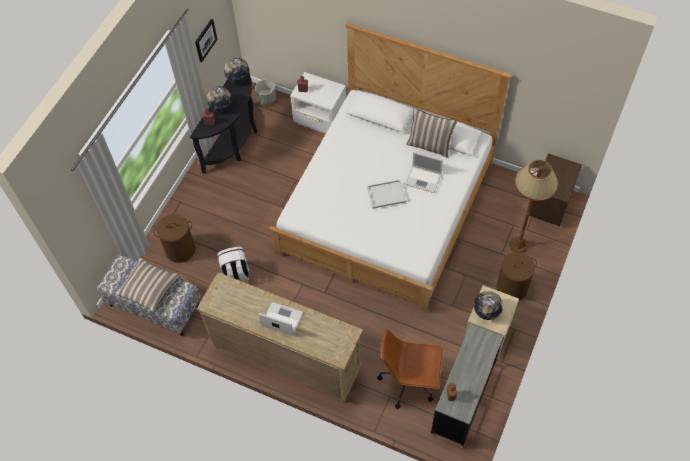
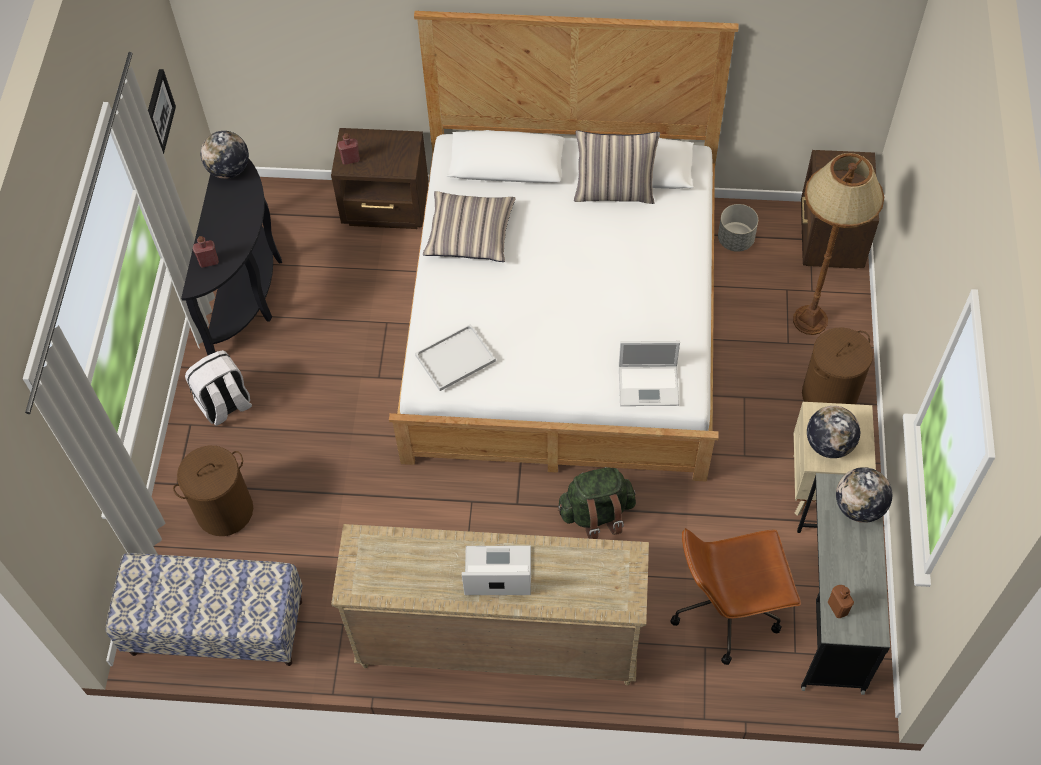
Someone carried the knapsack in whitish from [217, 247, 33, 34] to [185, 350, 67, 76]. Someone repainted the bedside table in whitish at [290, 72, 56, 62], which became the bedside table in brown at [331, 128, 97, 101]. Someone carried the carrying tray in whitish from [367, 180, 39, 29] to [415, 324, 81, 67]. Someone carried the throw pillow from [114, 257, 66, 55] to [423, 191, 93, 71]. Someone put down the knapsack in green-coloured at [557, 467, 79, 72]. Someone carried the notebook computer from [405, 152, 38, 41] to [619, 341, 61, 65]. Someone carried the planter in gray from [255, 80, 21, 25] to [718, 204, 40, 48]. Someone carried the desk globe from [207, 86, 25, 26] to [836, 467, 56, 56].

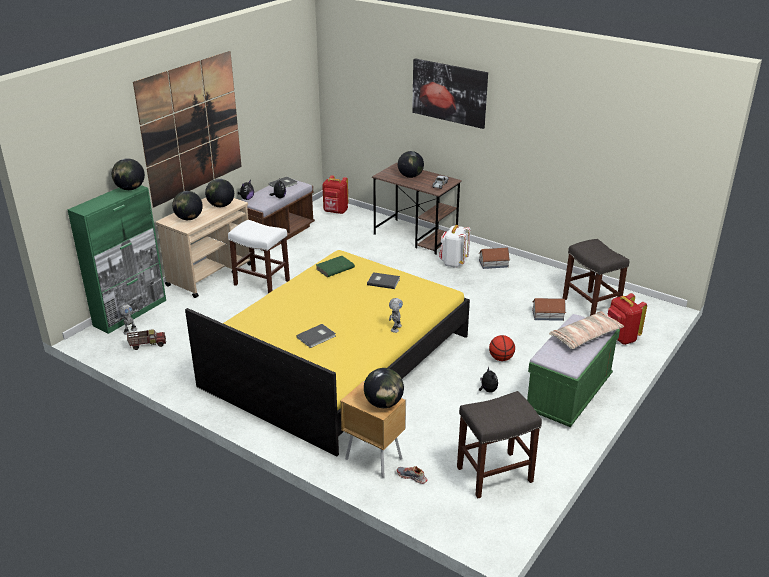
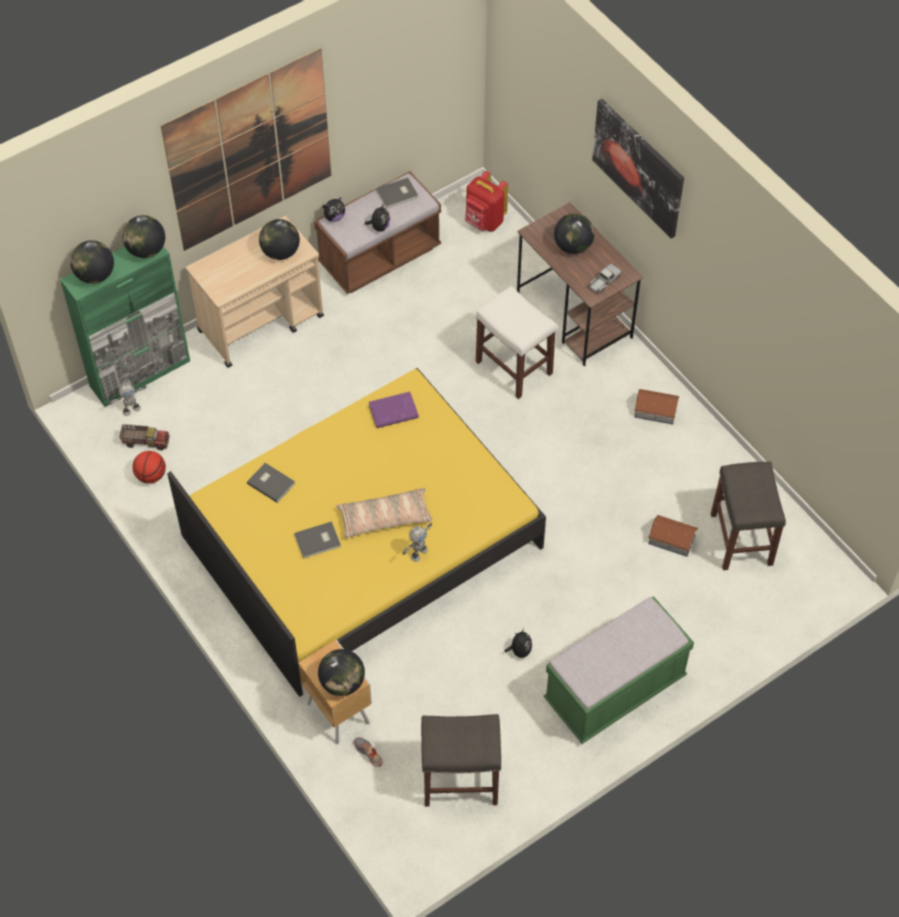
Someone carried the desk globe from [172, 191, 31, 29] to [70, 240, 44, 44]. Someone carried the basketball ball from [489, 335, 26, 26] to [132, 451, 34, 33]. Someone carried the bound book in gray from [367, 272, 33, 17] to [247, 463, 48, 40]. Someone carried the throw pillow from [549, 311, 75, 38] to [336, 488, 96, 50]. Someone repainted the bound book in green-coloured at [316, 256, 39, 21], which became the bound book in purplish at [369, 392, 50, 36]. Someone carried the stool in whitish from [228, 220, 62, 74] to [476, 286, 81, 113]. Someone took away the knapsack in whitish at [439, 225, 31, 43]. Someone took away the knapsack in reddish at [608, 293, 39, 52].

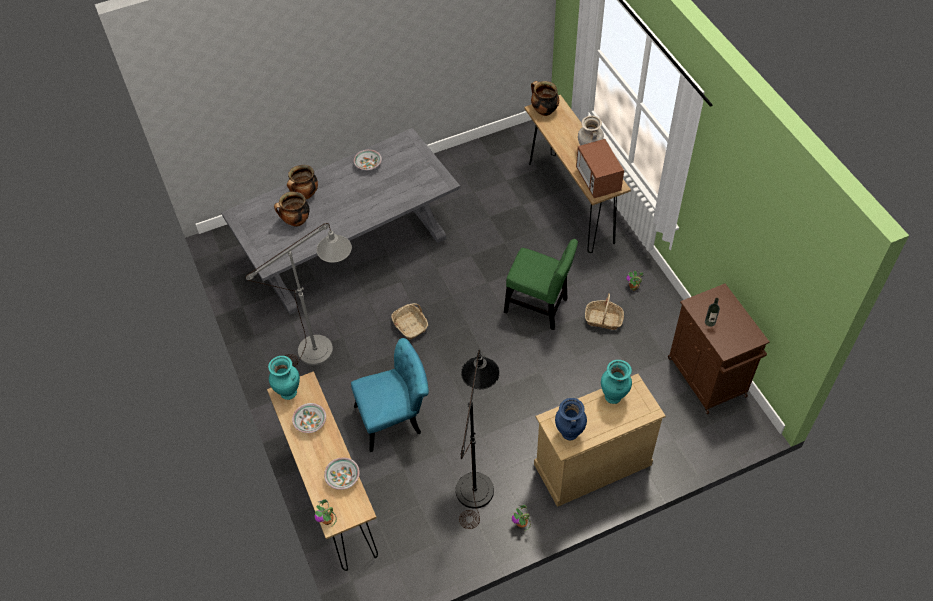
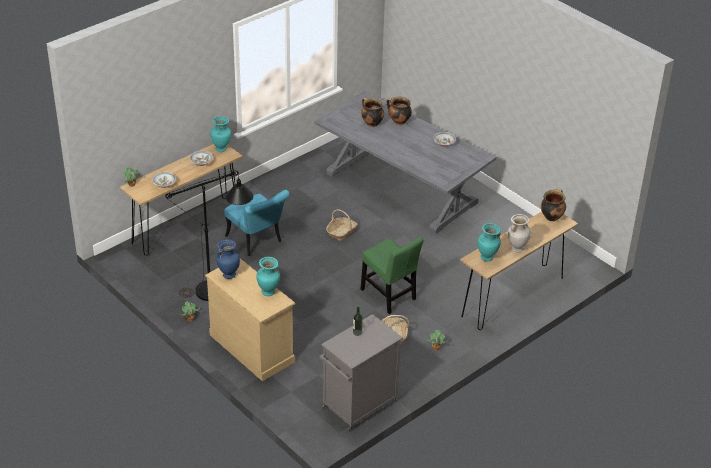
Someone repainted the cupboard in brown at [668, 284, 102, 130], which became the cupboard in gray at [320, 314, 83, 117]. Someone rotated the plain chair in green-coloured at [504, 239, 74, 91] by 45 degrees counterclockwise. Someone swapped the kitchen microwave at [576, 139, 48, 59] for the decorative vase in turquoise-coloured at [478, 223, 23, 38]. Someone took away the floor lamp in gray at [246, 223, 106, 144].

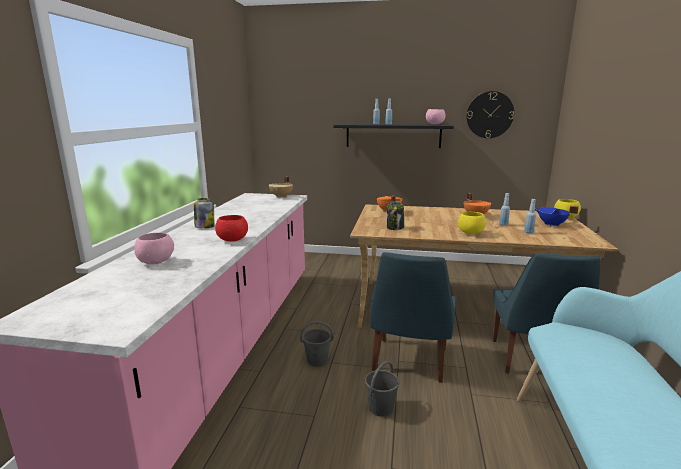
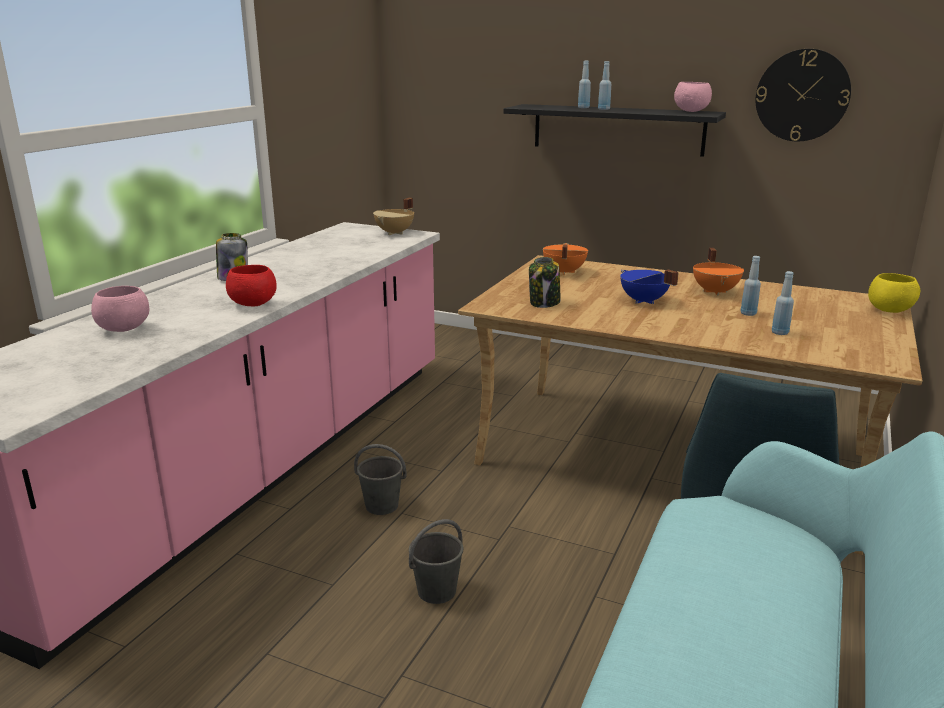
Someone carried the saucepot in blue from [535, 206, 44, 20] to [620, 270, 59, 34]. Someone took away the plain chair in blue at [370, 252, 86, 131]. Someone took away the bowl in yellow at [458, 212, 28, 22].

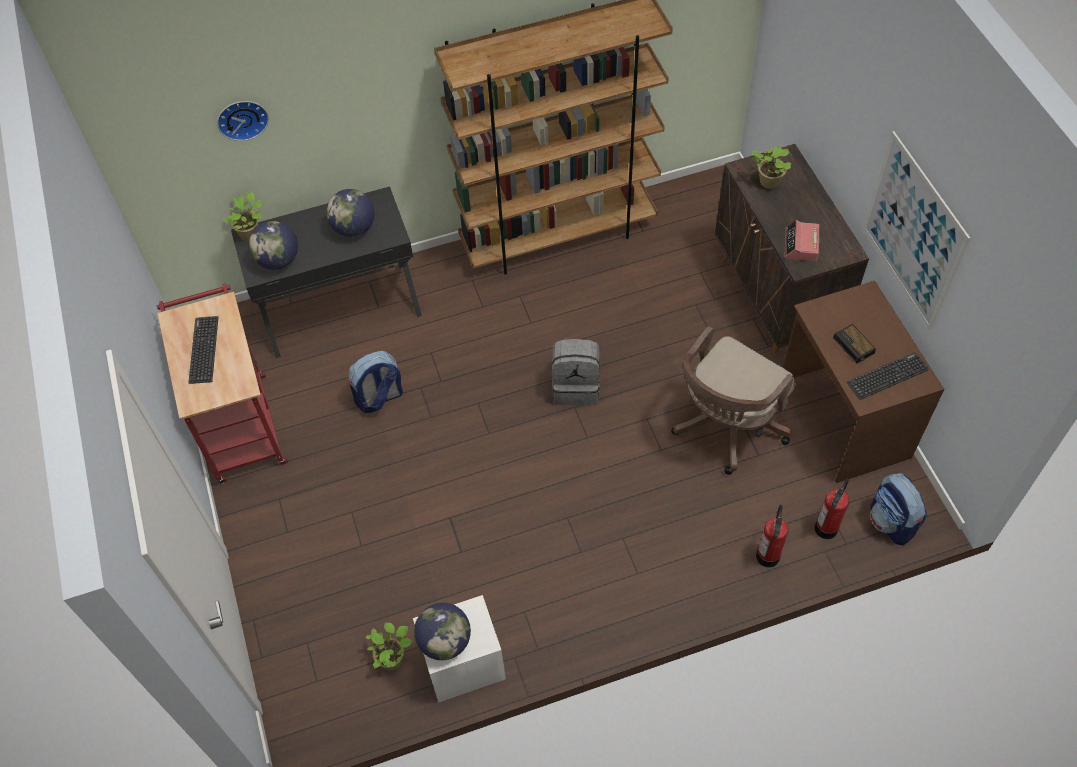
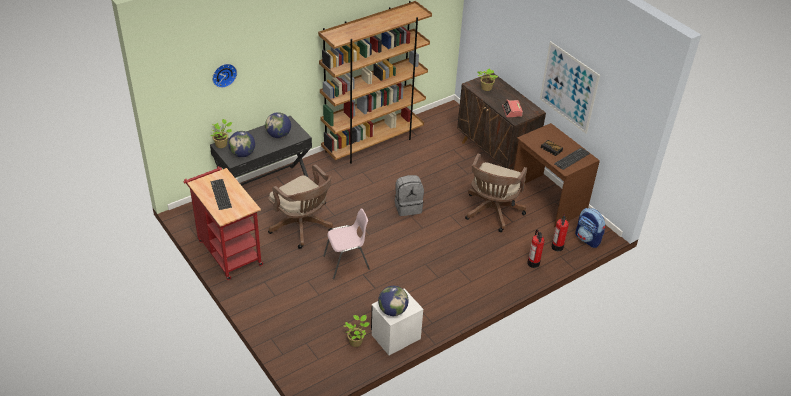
Someone swapped the knapsack at [349, 351, 54, 62] for the computer chair in brown at [268, 164, 65, 85]. Someone put down the plain chair in pinkish at [323, 209, 47, 70].

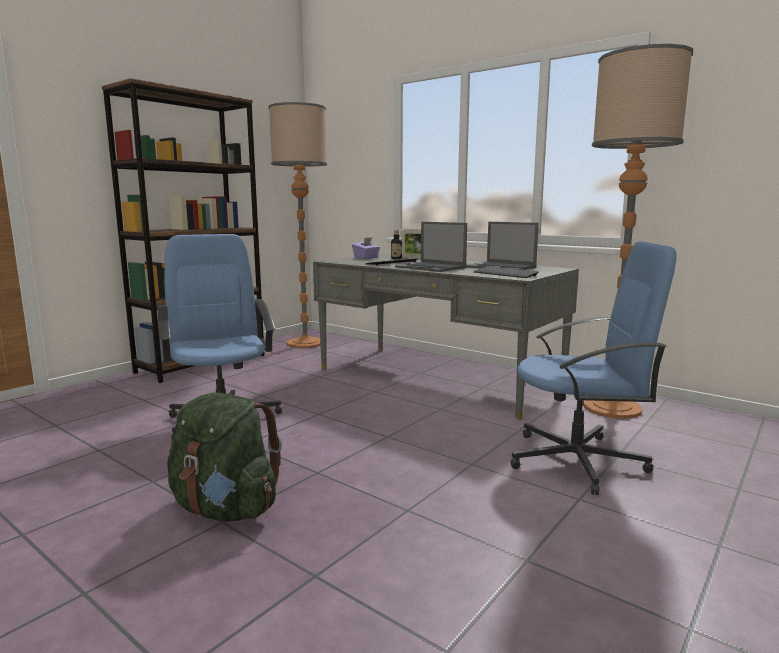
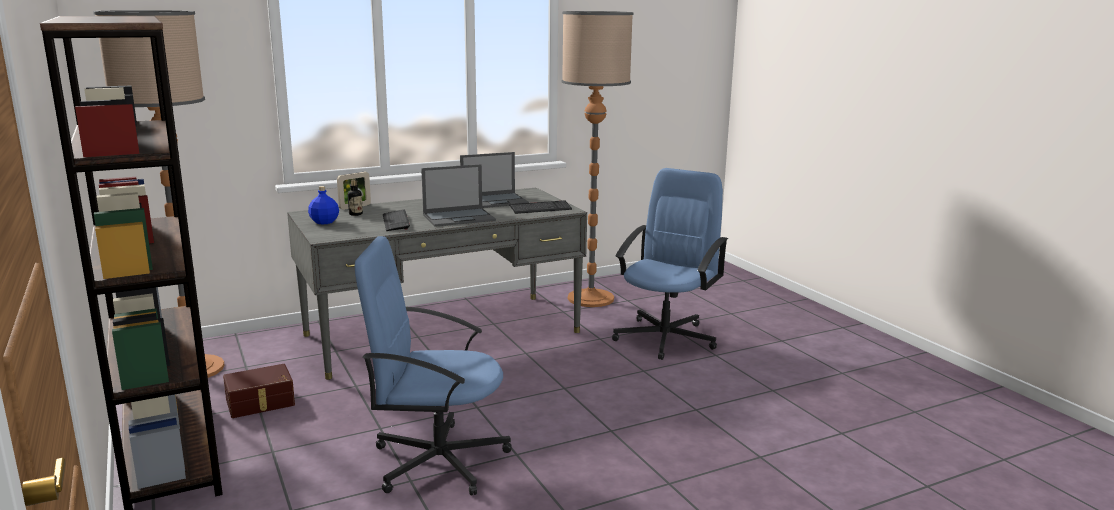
Someone put down the storage bin in brown at [223, 364, 72, 54]. Someone swapped the box of tissues in purplish at [352, 237, 28, 22] for the bottle in blue at [308, 186, 31, 38]. Someone took away the knapsack in green-coloured at [167, 393, 115, 129].

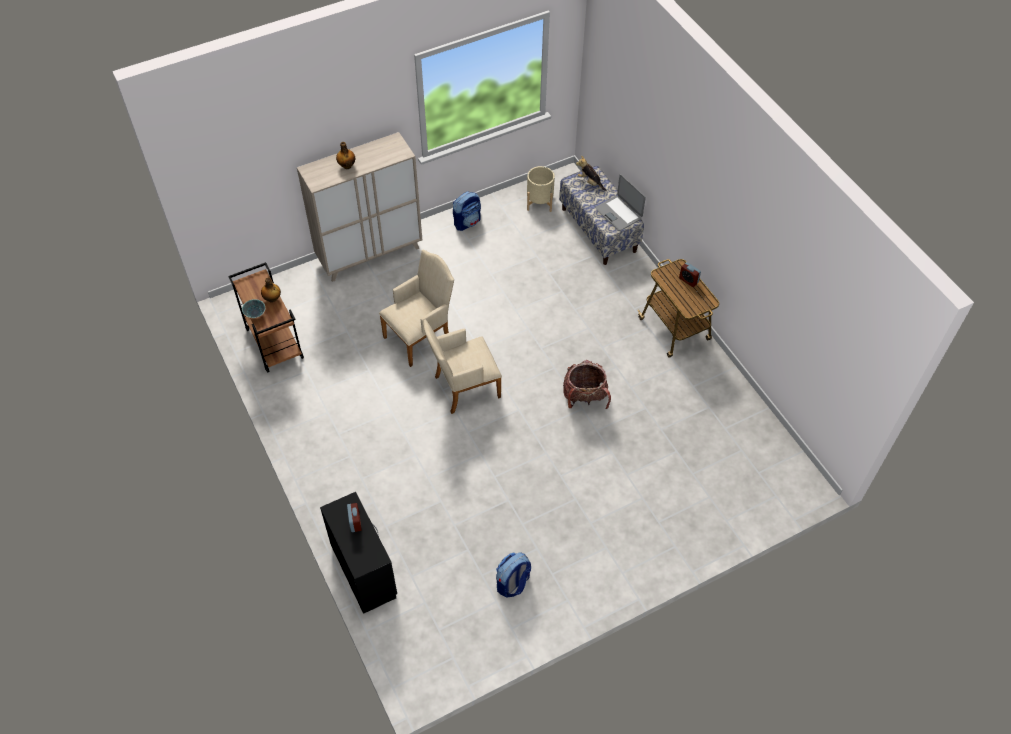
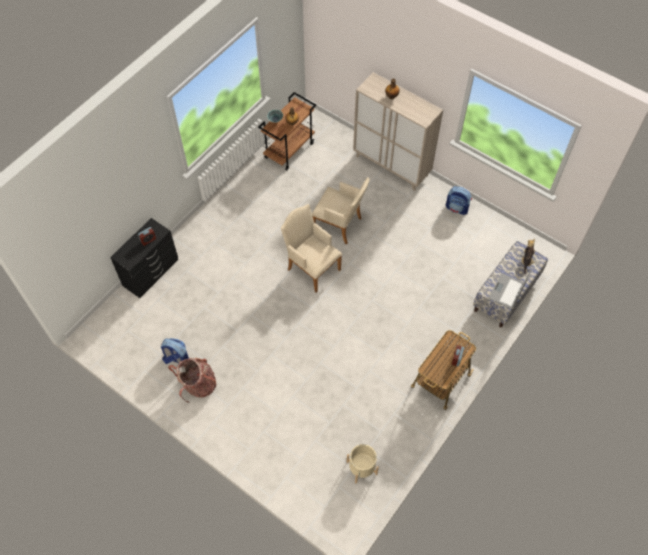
Someone carried the knapsack from [563, 360, 48, 49] to [168, 358, 48, 45]. Someone carried the planter in beige-coloured from [527, 166, 28, 46] to [347, 444, 32, 39].

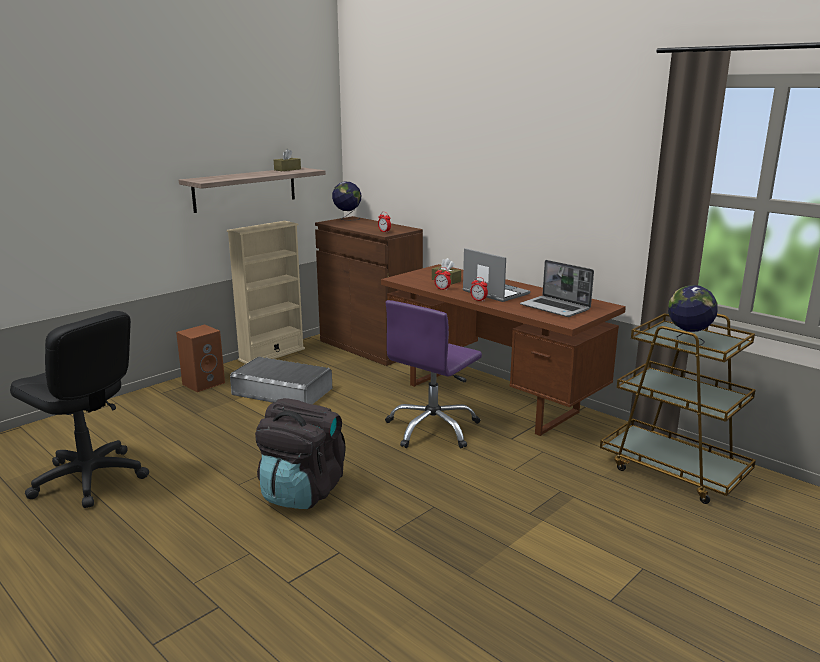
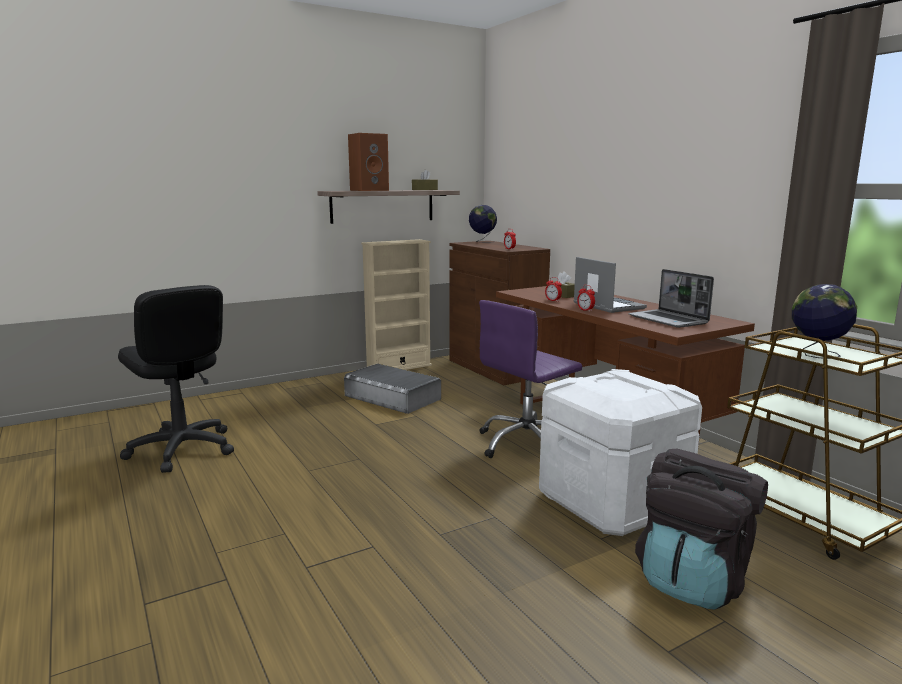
Someone carried the loudspeaker in brown from [176, 325, 49, 67] to [348, 133, 41, 58]. Someone put down the storage bin in whitish at [539, 369, 163, 167]. Someone carried the knapsack in black from [255, 398, 91, 111] to [635, 449, 133, 161].

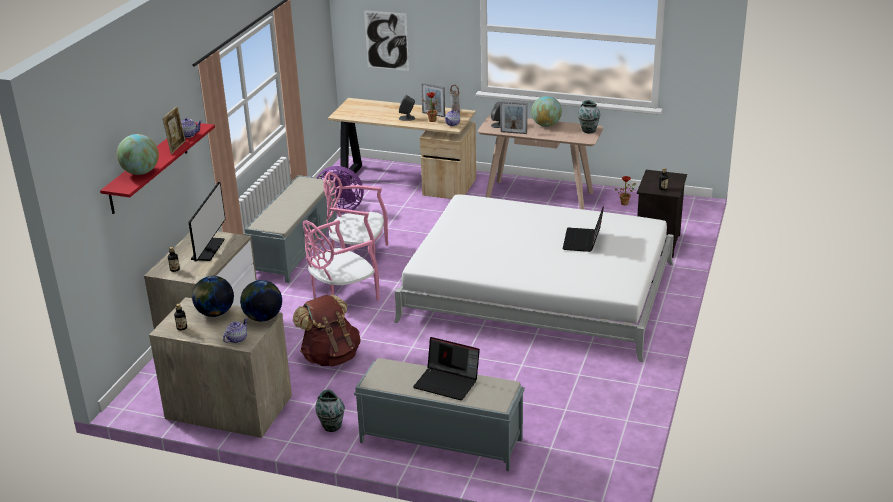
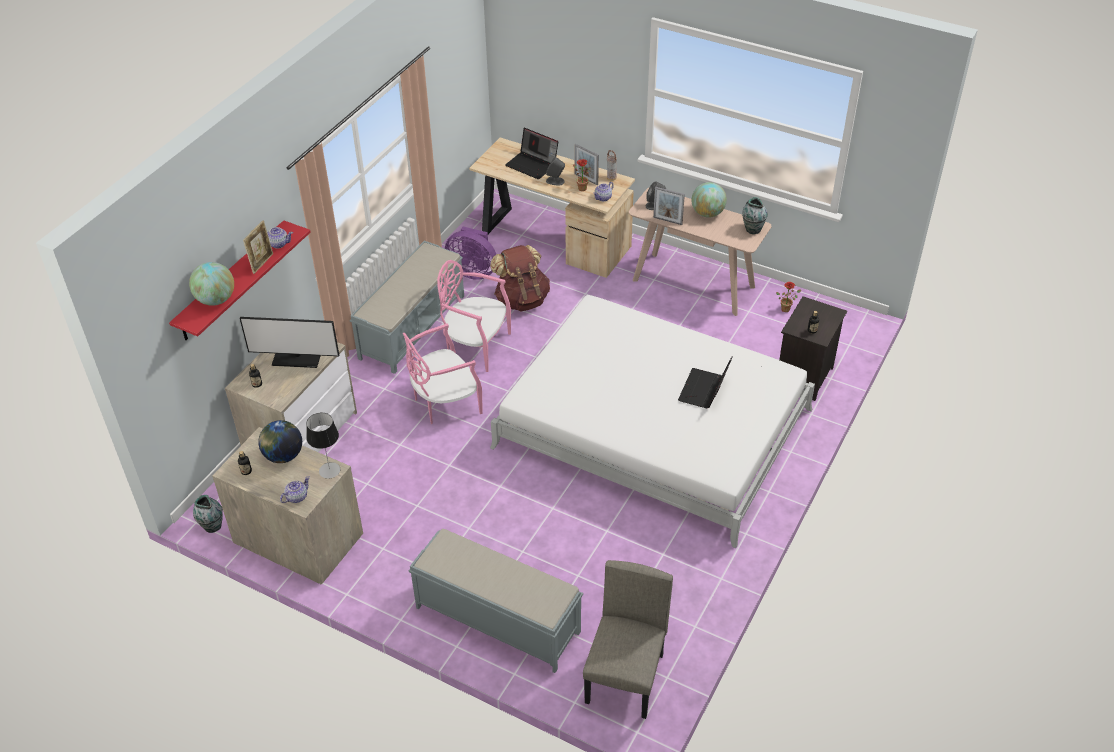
Someone carried the decorative vase from [315, 389, 30, 43] to [193, 495, 30, 38]. Someone rotated the computer display at [188, 182, 37, 80] by 75 degrees clockwise. Someone swapped the desk globe at [240, 280, 42, 42] for the table lamp at [306, 413, 34, 65]. Someone carried the knapsack in brown from [293, 295, 68, 72] to [490, 245, 60, 67]. Someone carried the notebook computer from [413, 337, 67, 63] to [505, 128, 53, 51]. Someone put down the plain chair in beige-coloured at [583, 560, 90, 159]. Someone took away the wall art at [364, 10, 45, 61].

